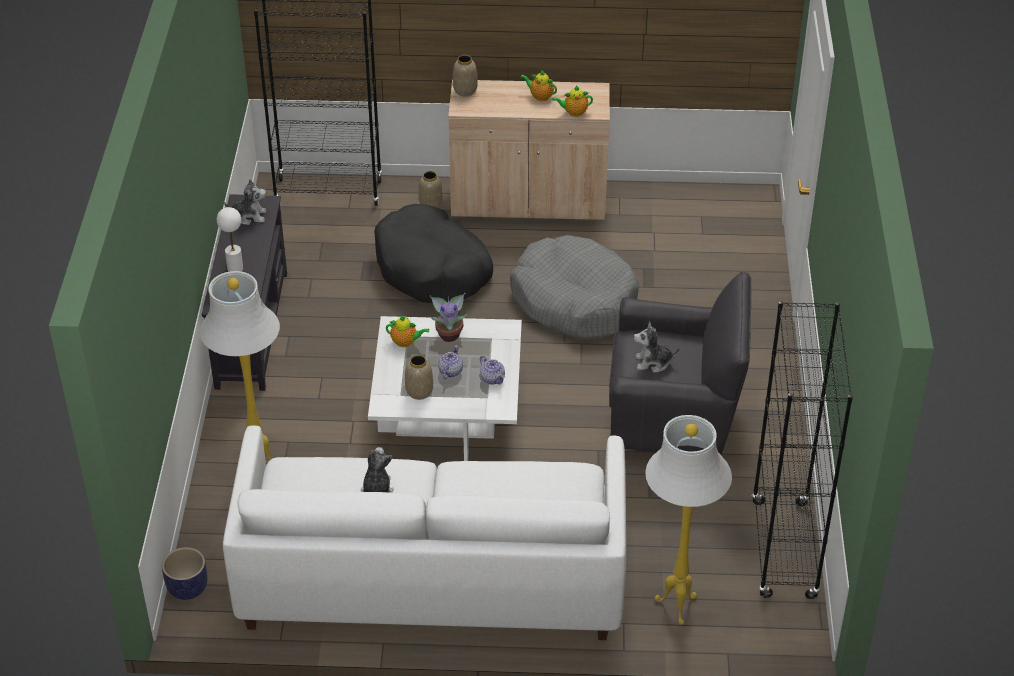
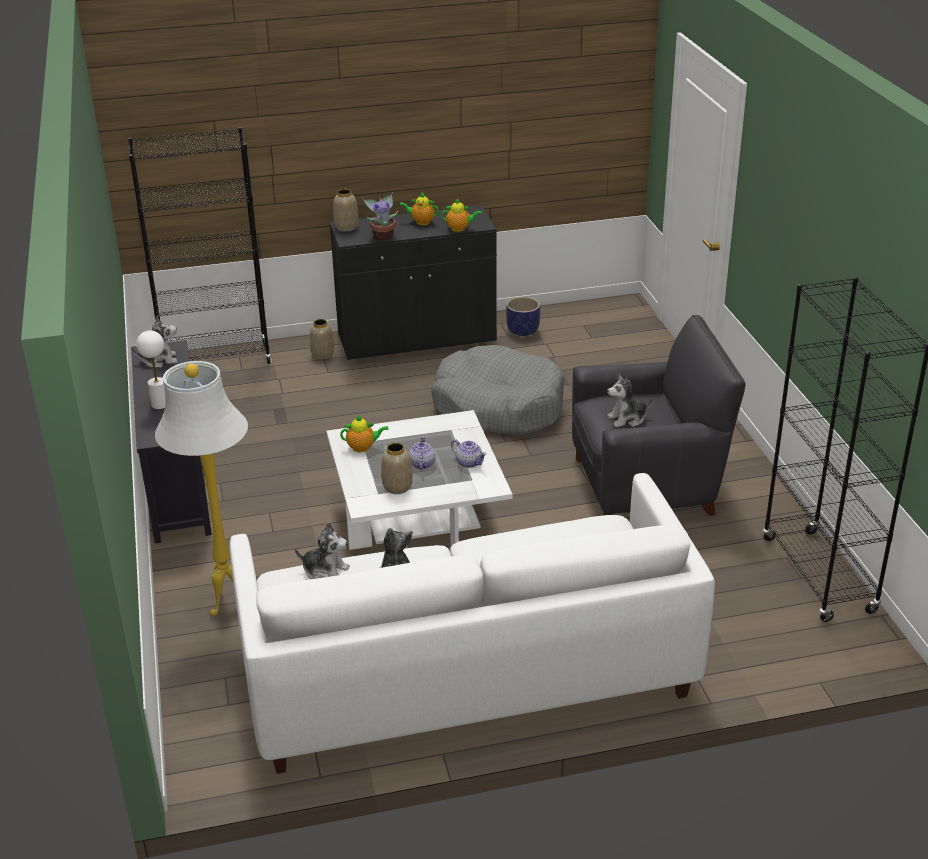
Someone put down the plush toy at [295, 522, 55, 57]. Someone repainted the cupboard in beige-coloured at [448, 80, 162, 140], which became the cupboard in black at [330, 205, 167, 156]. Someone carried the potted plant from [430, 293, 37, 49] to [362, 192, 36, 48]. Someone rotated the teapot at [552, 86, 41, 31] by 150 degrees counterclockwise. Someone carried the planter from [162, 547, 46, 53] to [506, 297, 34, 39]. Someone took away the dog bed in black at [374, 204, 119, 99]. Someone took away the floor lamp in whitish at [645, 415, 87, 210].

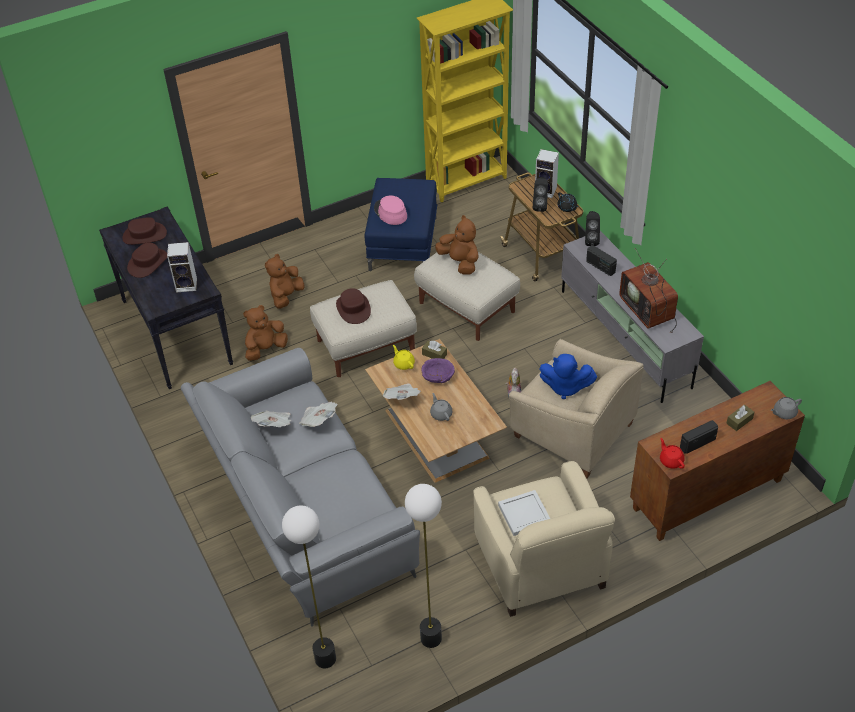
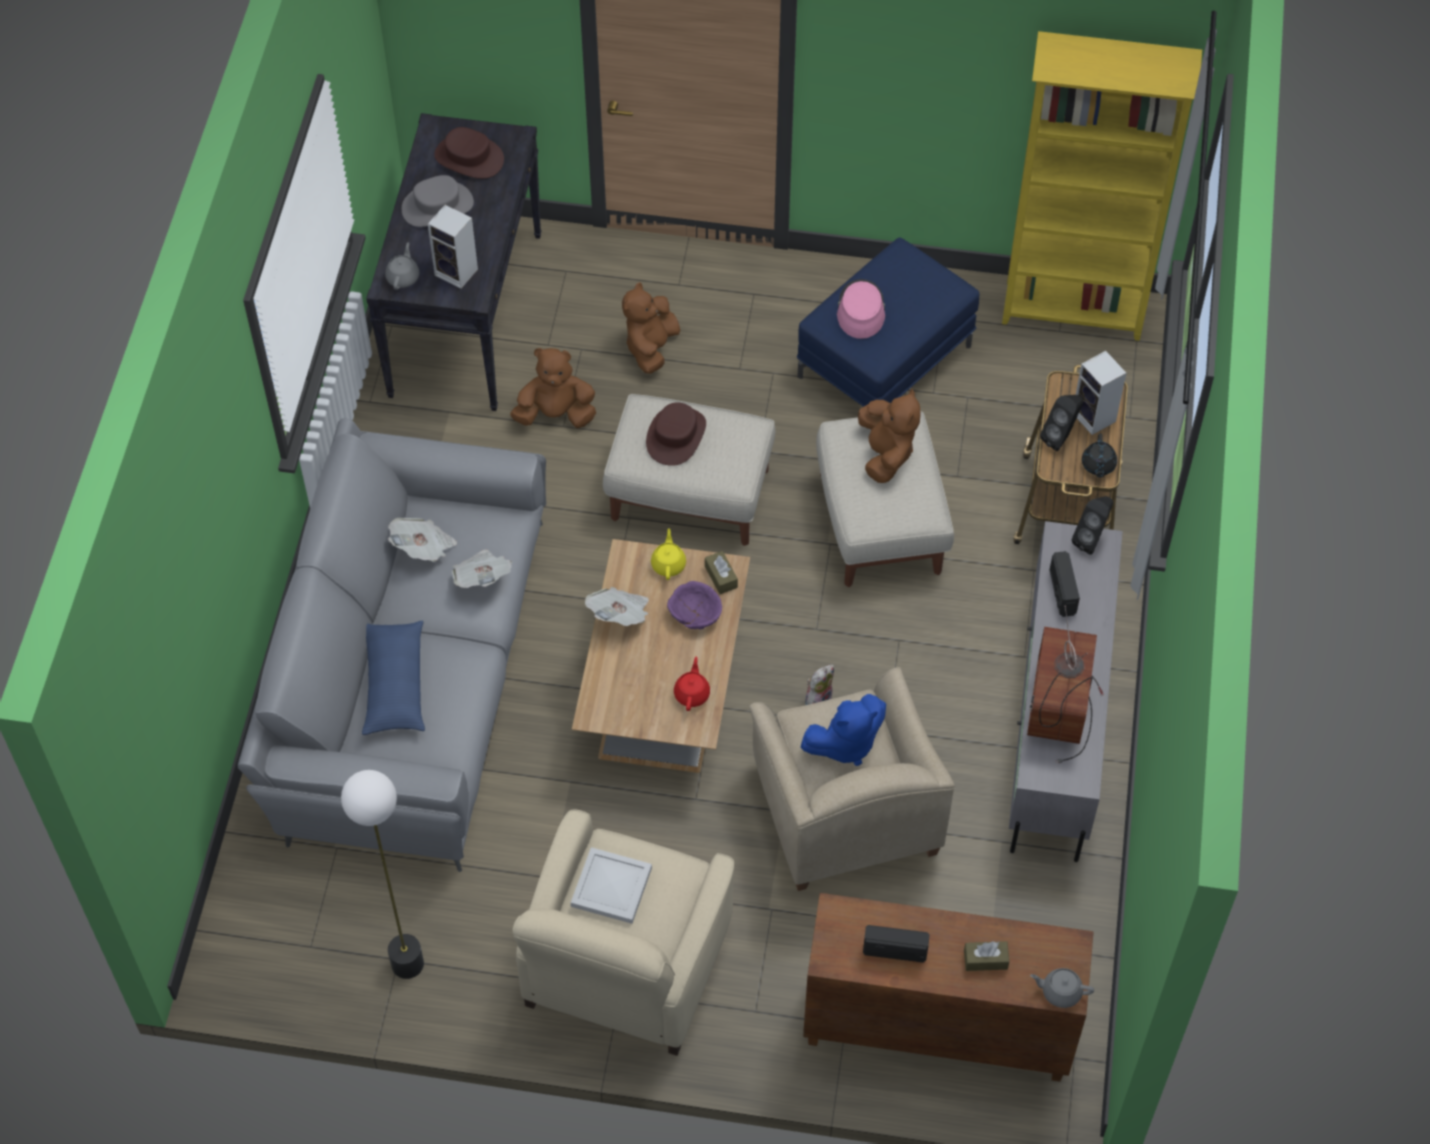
Someone put down the throw pillow in blue at [362, 621, 63, 114]. Someone carried the teapot in gray from [430, 393, 23, 28] to [385, 243, 34, 47]. Someone repainted the clothing hat in brown at [127, 243, 40, 35], which became the clothing hat in gray at [402, 175, 72, 52]. Someone rotated the plush toy in brown at [265, 254, 39, 55] by 45 degrees counterclockwise. Someone carried the teapot in reddish from [660, 438, 25, 31] to [674, 657, 36, 54]. Someone rotated the plush toy in blue at [539, 354, 58, 45] by 75 degrees counterclockwise. Someone took away the floor lamp at [282, 505, 54, 163].

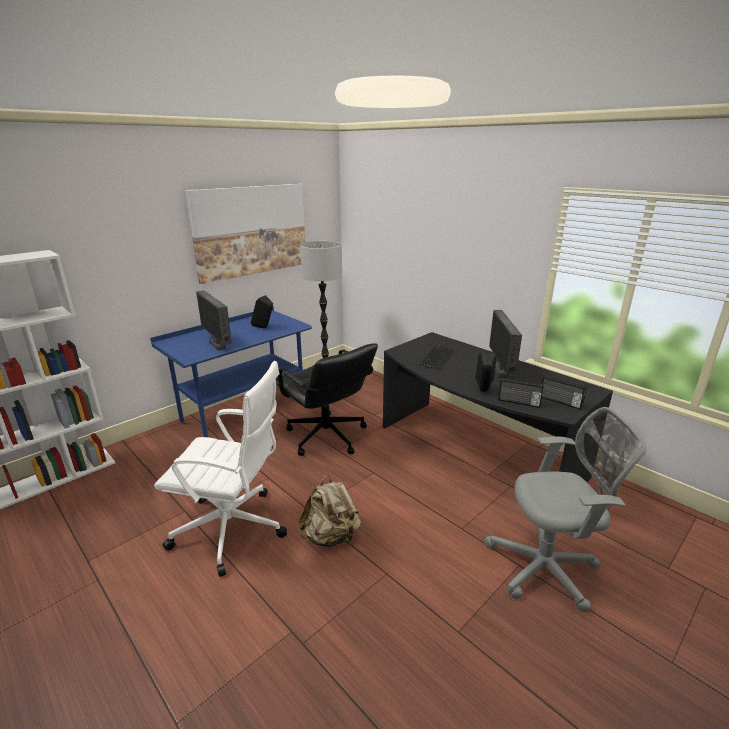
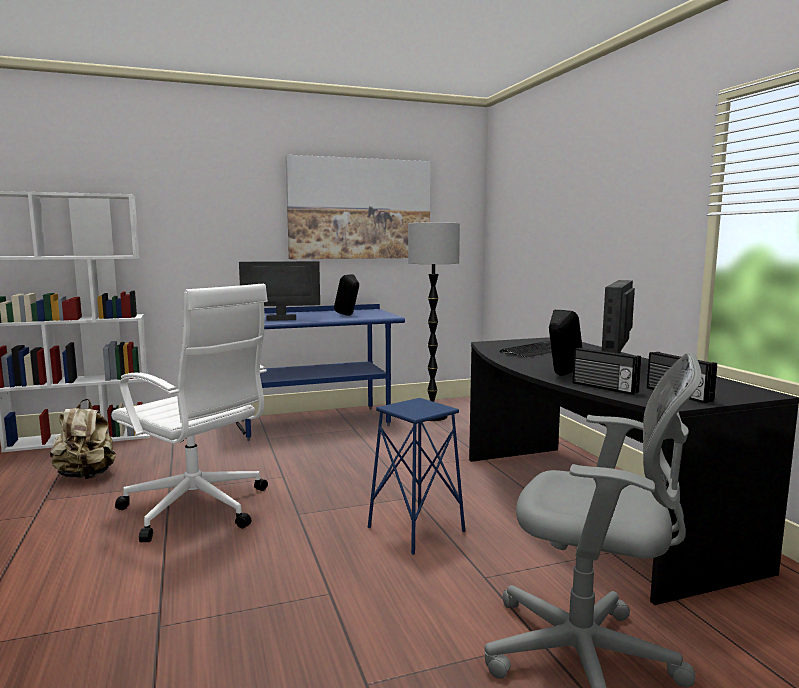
Someone carried the knapsack in beige-coloured from [299, 475, 62, 72] to [50, 399, 66, 80]. Someone rotated the computer display at [196, 290, 36, 61] by 90 degrees clockwise. Someone put down the stool in blue at [368, 398, 97, 157]. Someone took away the computer chair in black at [276, 343, 102, 113].

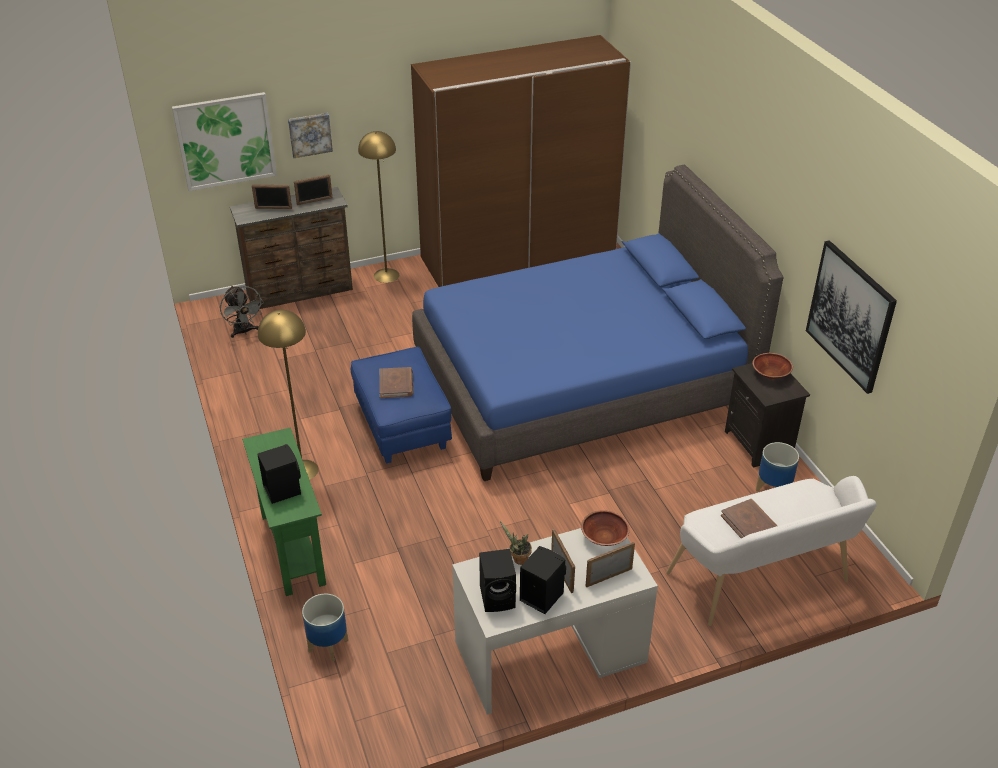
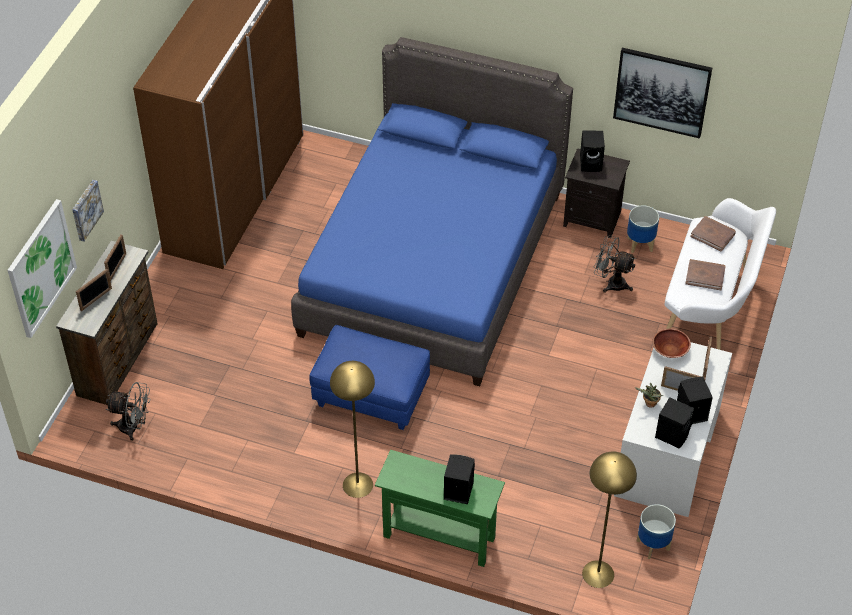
Someone swapped the bowl in brown at [752, 353, 41, 26] for the loudspeaker in black at [580, 131, 25, 41]. Someone carried the floor lamp in yellow from [358, 131, 41, 152] to [582, 452, 55, 136]. Someone put down the fan in gray at [594, 235, 42, 58]. Someone carried the planter from [302, 594, 46, 68] to [636, 504, 40, 55]. Someone carried the bound book in brown from [379, 367, 34, 31] to [690, 216, 46, 36].

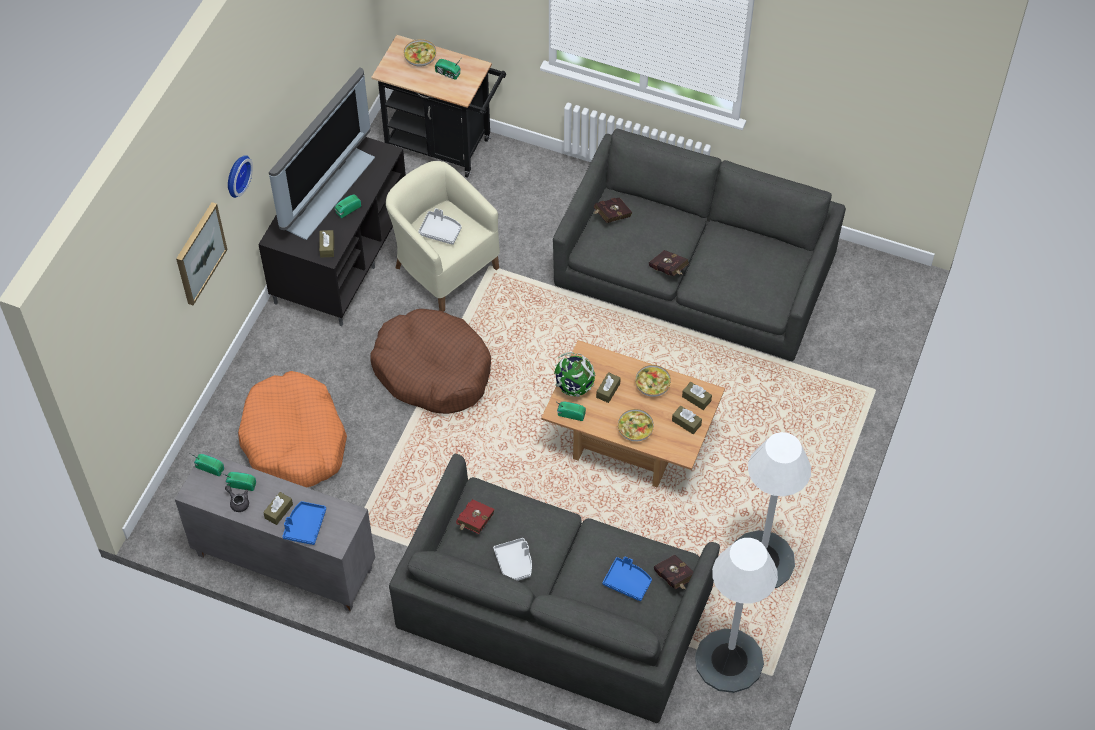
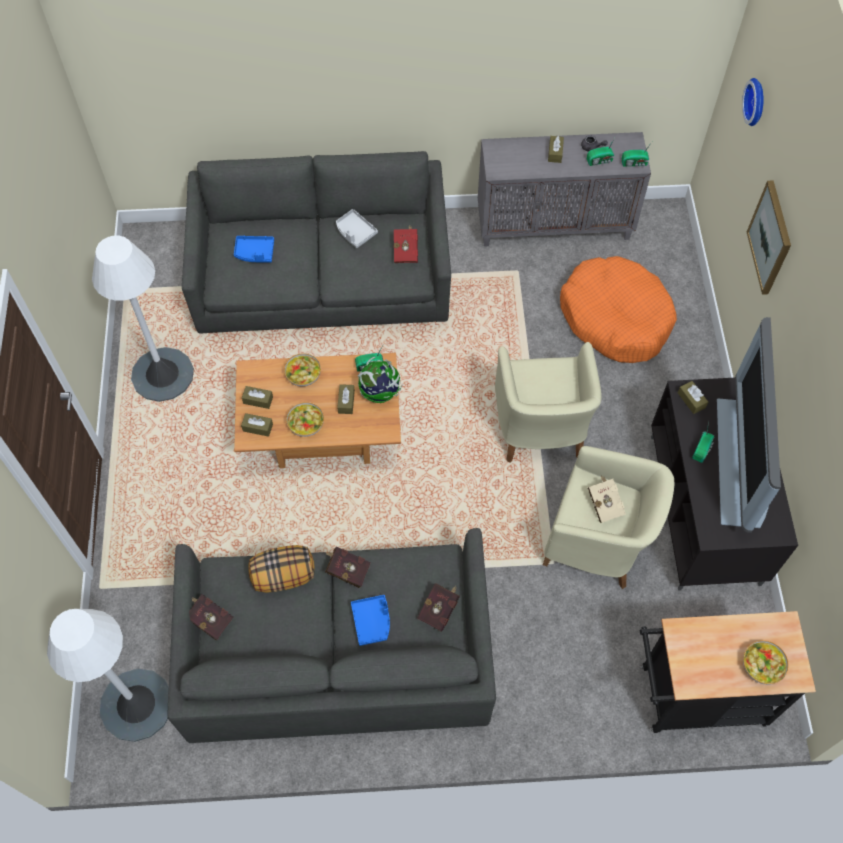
Someone carried the floor lamp in whitish from [695, 538, 83, 155] to [47, 609, 122, 133]. Someone carried the bound book in reddish from [654, 555, 40, 35] to [189, 594, 45, 46]. Someone put down the throw pillow at [248, 545, 67, 48]. Someone carried the carrying tray in blue from [282, 501, 44, 44] to [351, 595, 39, 51]. Someone swapped the dog bed in brown at [370, 309, 121, 105] for the easy chair in beige-coloured at [495, 342, 107, 121]. Someone swapped the carrying tray in gray at [418, 208, 44, 37] for the bound book in beige-coloured at [587, 476, 39, 47]. Someone carried the clock on the wall from [228, 155, 25, 43] to [742, 78, 22, 48]. Someone took away the radio receiver at [435, 59, 26, 21].

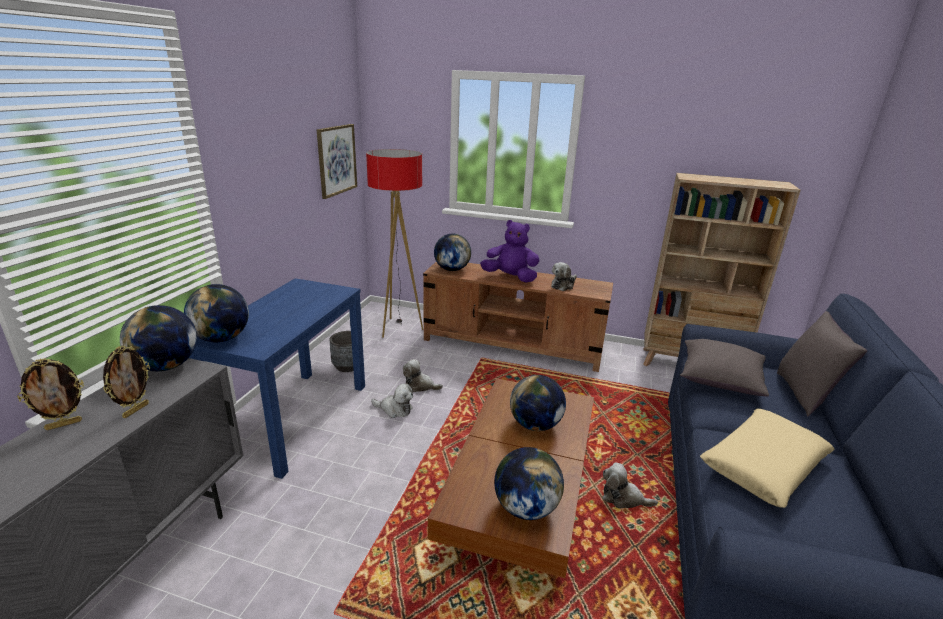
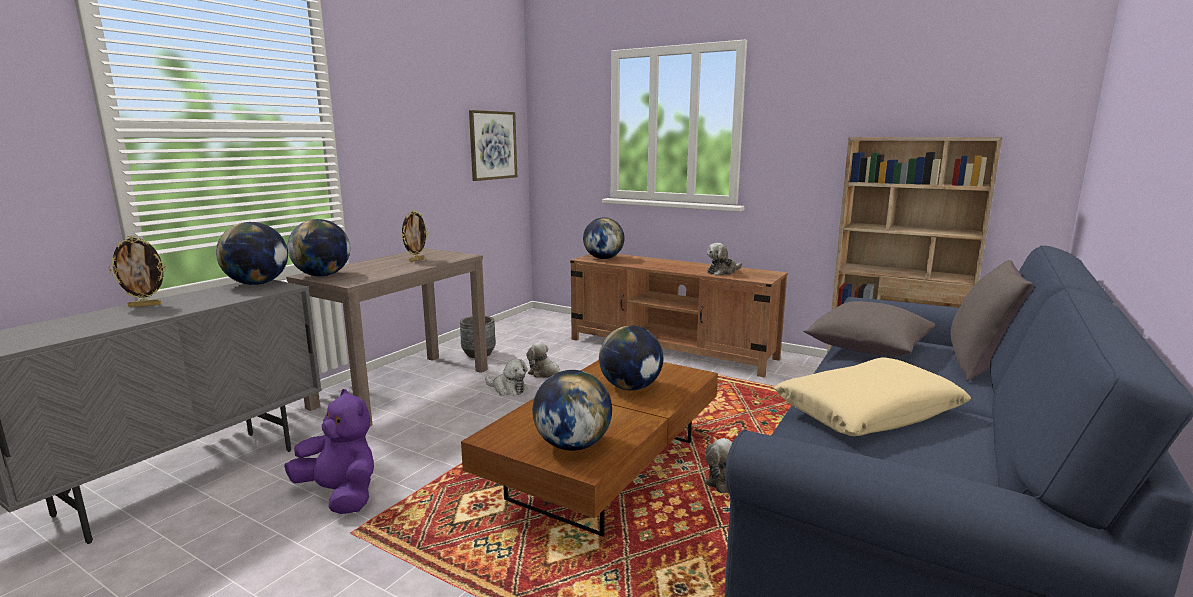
Someone carried the plush toy in purplish from [480, 220, 60, 62] to [284, 389, 90, 125]. Someone repainted the hall table in blue at [189, 278, 176, 201], which became the hall table in brown at [286, 248, 202, 178]. Someone carried the picture frame from [103, 346, 47, 72] to [401, 210, 28, 52]. Someone took away the floor lamp at [366, 149, 57, 189].

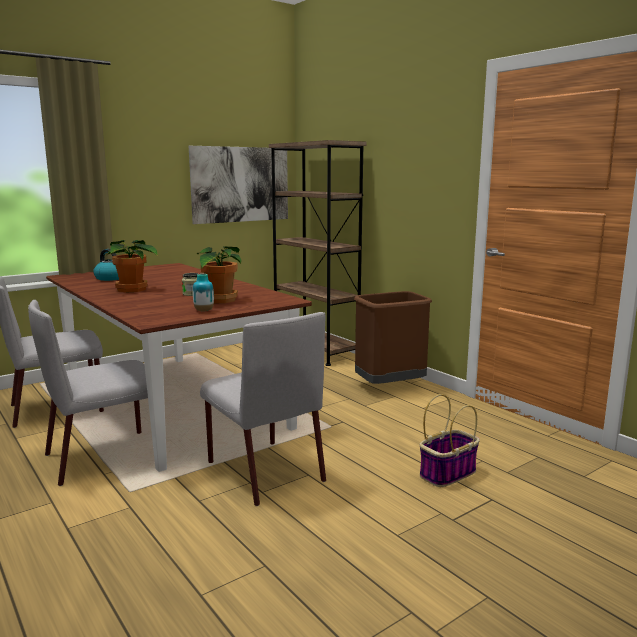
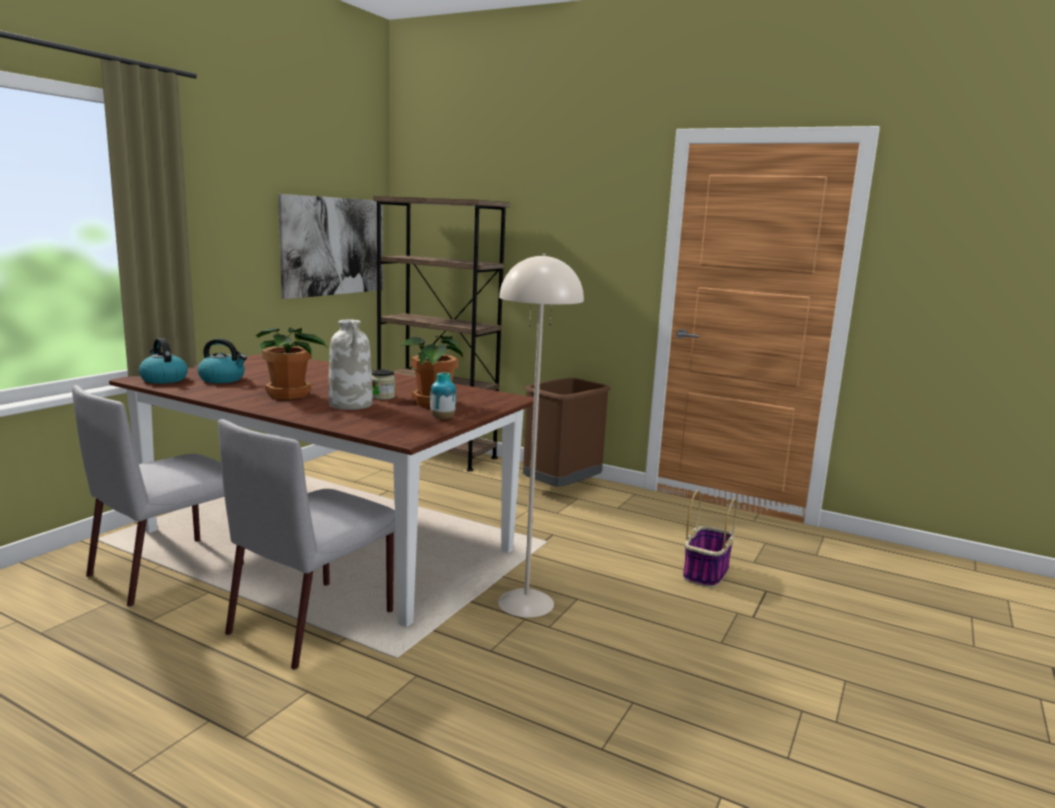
Someone put down the water kettle at [139, 338, 49, 46]. Someone put down the decorative vase in whitish at [329, 320, 44, 90]. Someone swapped the plain chair in gray at [200, 312, 126, 194] for the floor lamp in beige-coloured at [498, 253, 86, 365].

